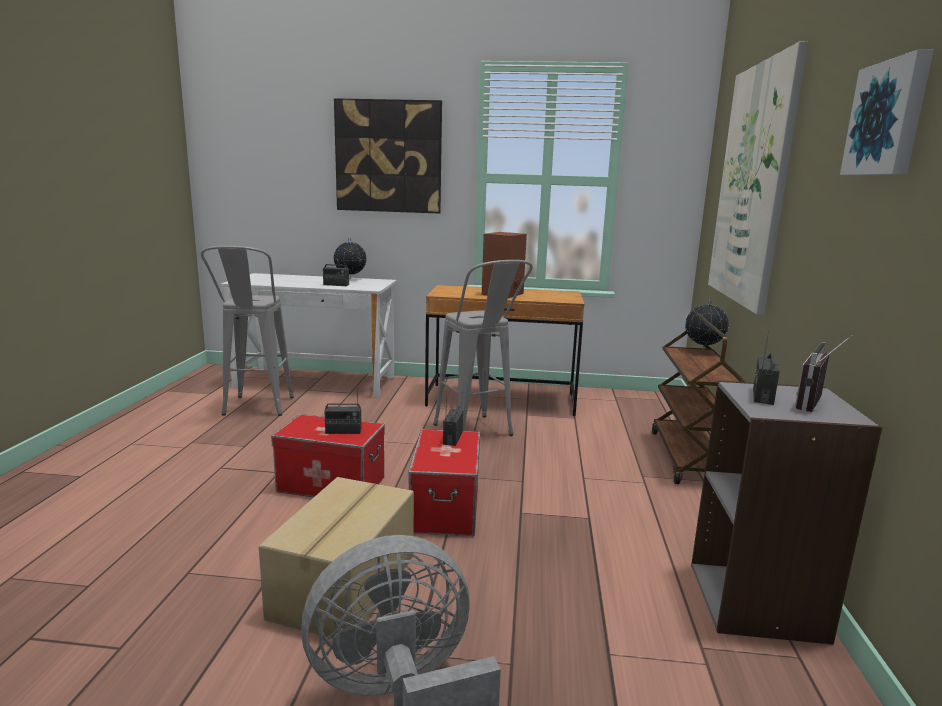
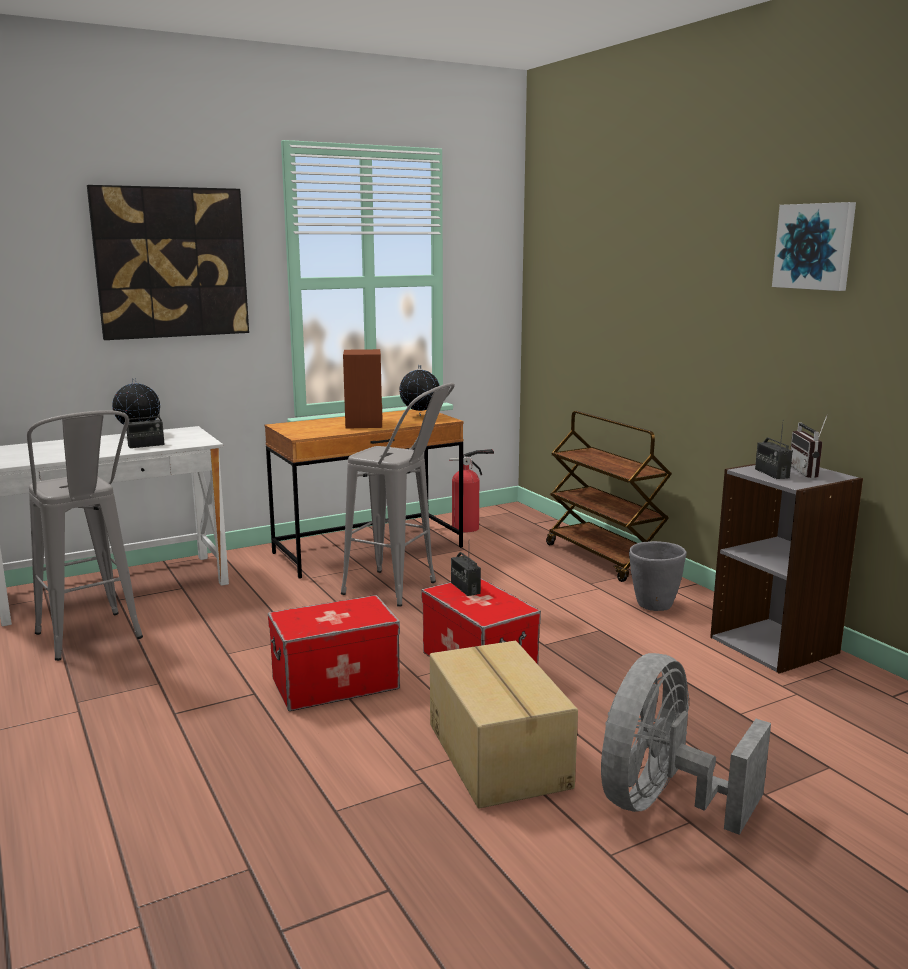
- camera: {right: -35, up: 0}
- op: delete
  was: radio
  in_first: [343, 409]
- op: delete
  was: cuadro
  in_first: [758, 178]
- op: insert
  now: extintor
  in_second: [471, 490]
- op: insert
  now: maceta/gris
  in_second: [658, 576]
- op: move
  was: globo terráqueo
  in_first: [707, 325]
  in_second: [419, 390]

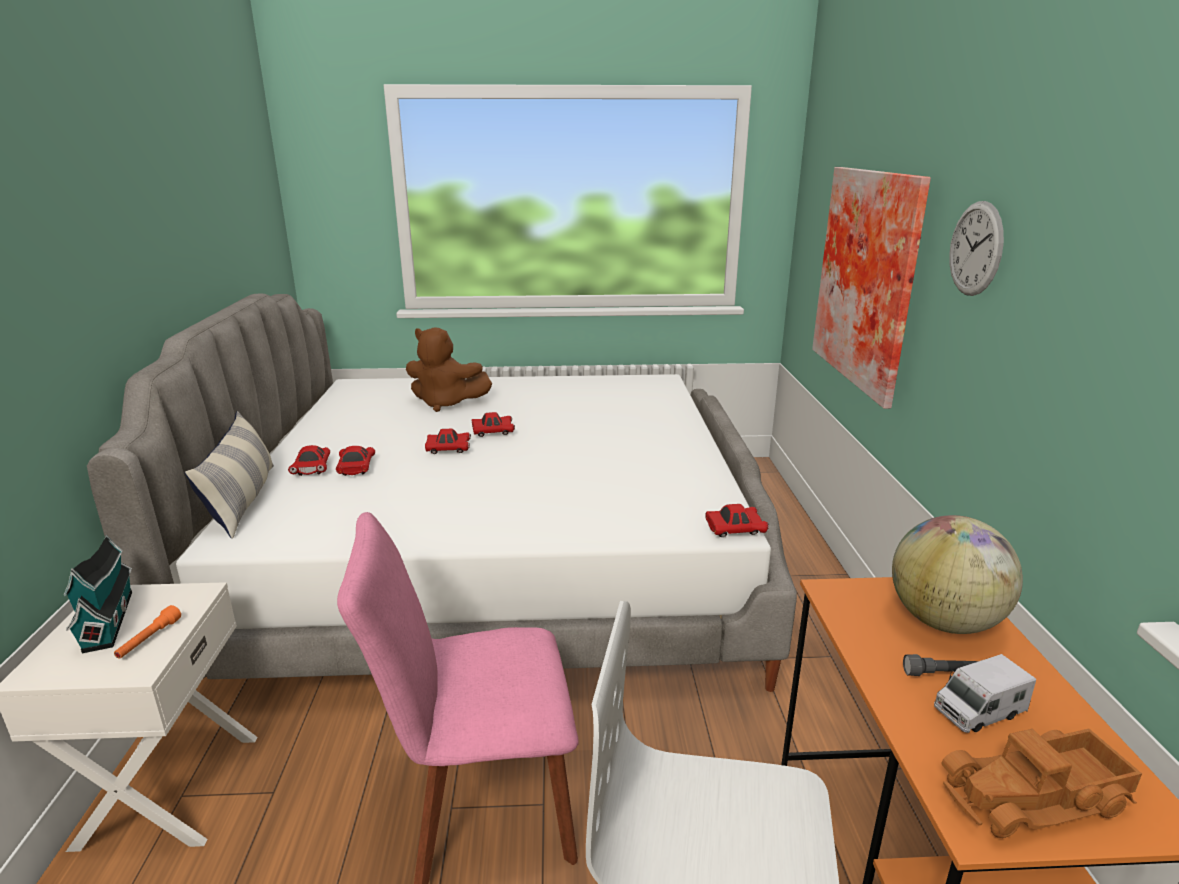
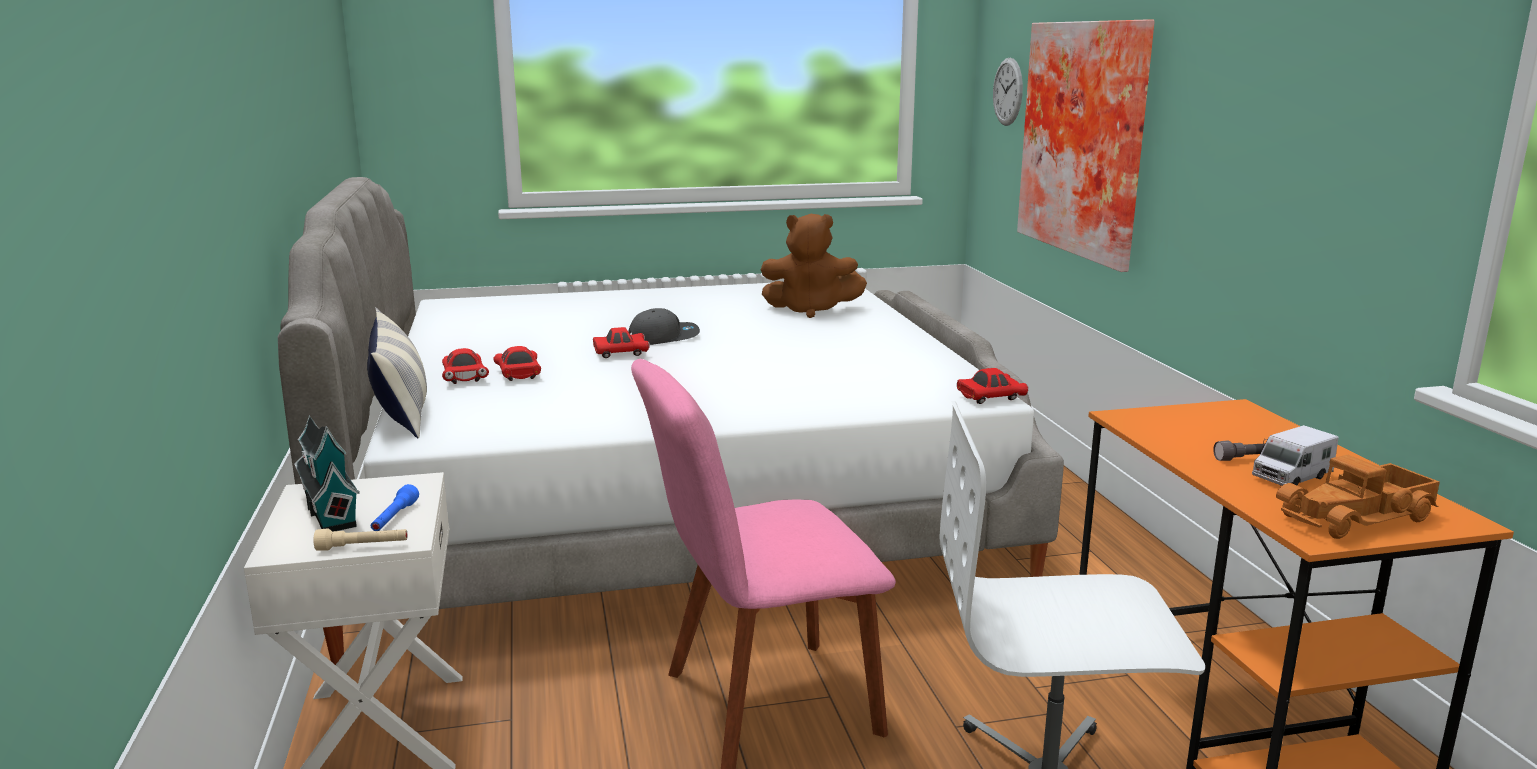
- camera: {right: -10, up: -5}
- op: delete
  was: globo terráqueo
  in_first: [957, 574]
- op: insert
  now: linterna/beis
  in_second: [360, 539]
- op: move
  was: peluche/marrón
  in_first: [449, 369]
  in_second: [814, 266]
- op: move
  was: reloj de pared
  in_first: [976, 248]
  in_second: [1008, 92]
- op: replace
  was: coche de juguete/rojo
  now: gorra/gris
  in_first: [493, 424]
  in_second: [664, 326]
- op: recolor
  was: linterna/naranja
  now: linterna/azul
  in_first: [147, 631]
  in_second: [395, 507]

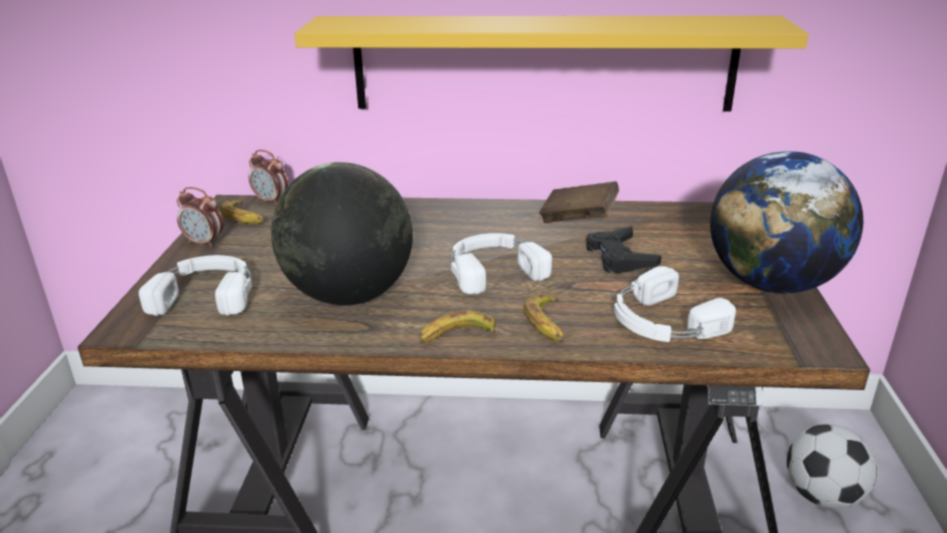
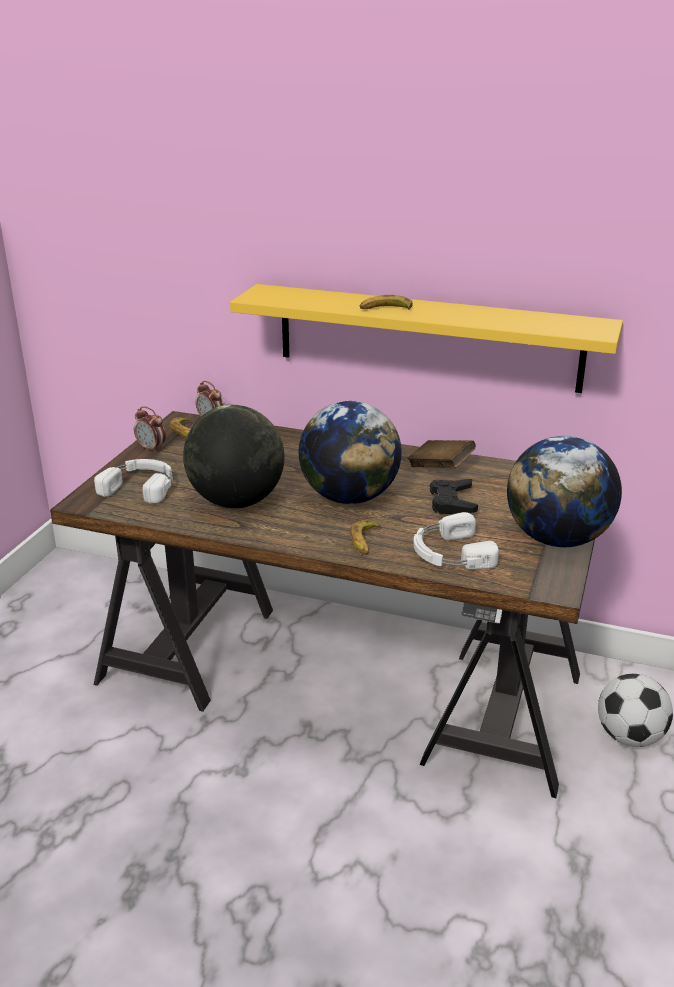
- camera: {right: 15, up: 0}
- op: move
  was: plátano
  in_first: [457, 326]
  in_second: [386, 302]
- op: replace
  was: auriculares/blanco
  now: globo terráqueo
  in_first: [501, 263]
  in_second: [350, 452]

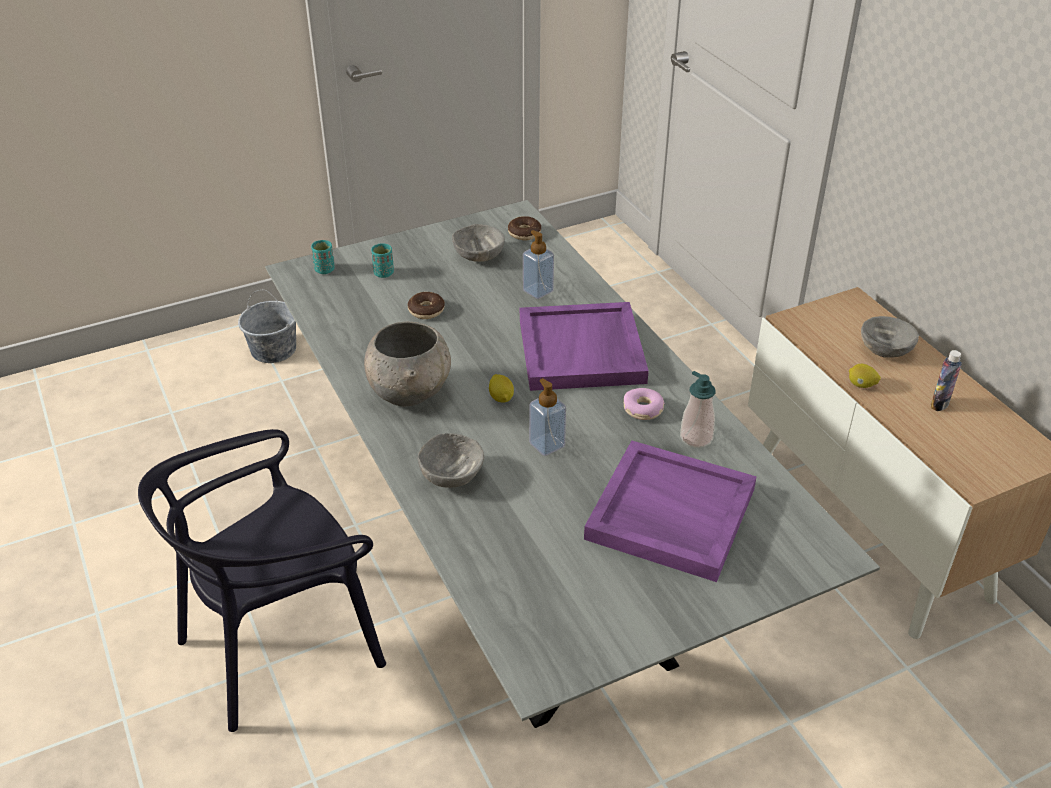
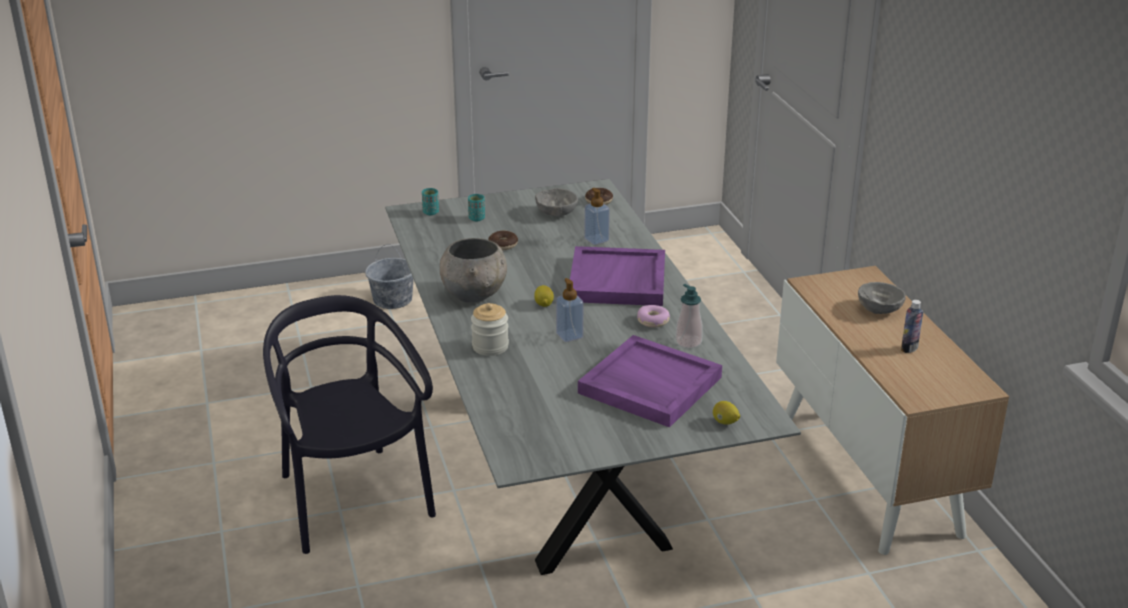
- camera: {right: 10, up: -10}
- op: move
  was: limón
  in_first: [865, 376]
  in_second: [726, 413]
- op: replace
  was: cuenco/gris
  now: tarro
  in_first: [451, 460]
  in_second: [490, 329]
- op: rotate
  was: silla/negro
  in_first: [262, 580]
  in_second: [349, 424]
  clockwise: 90

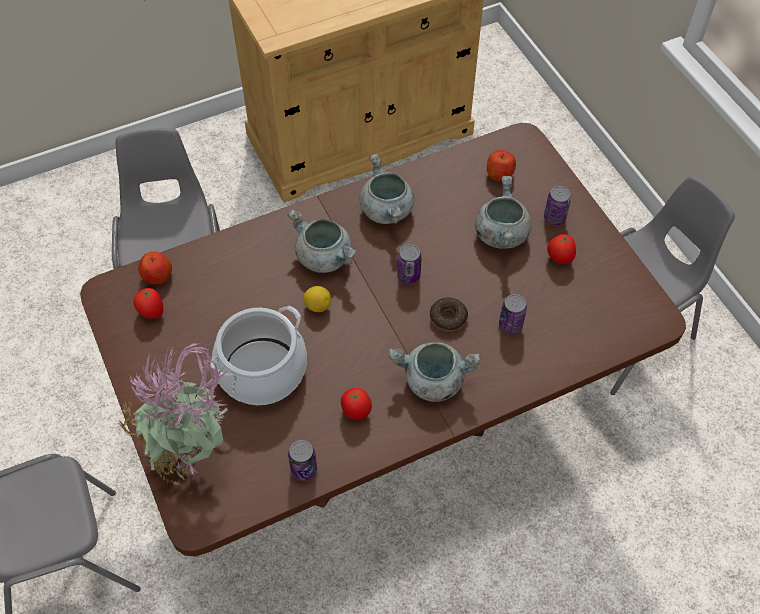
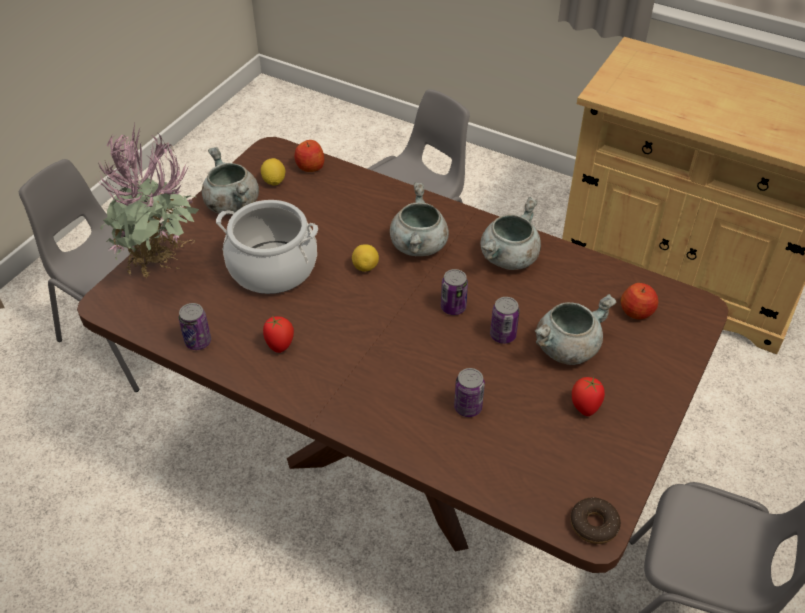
- camera: {right: 55, up: -10}
- op: move
  was: olla/gris
  in_first: [434, 372]
  in_second: [230, 181]
- op: move
  was: rosquilla
  in_first: [449, 314]
  in_second: [595, 520]
- op: move
  was: lata
  in_first: [557, 205]
  in_second: [505, 320]
- op: replace
  was: tomate
  now: limón
  in_first: [148, 303]
  in_second: [273, 172]

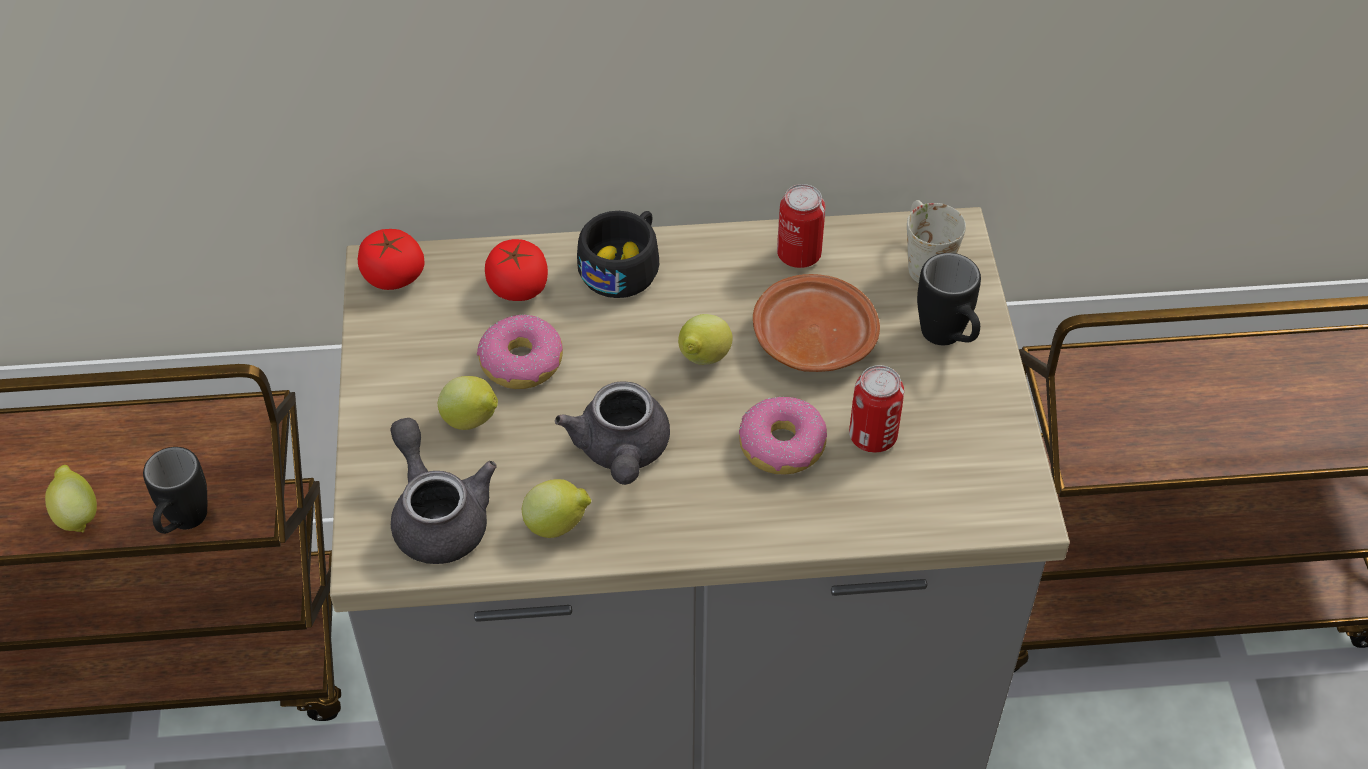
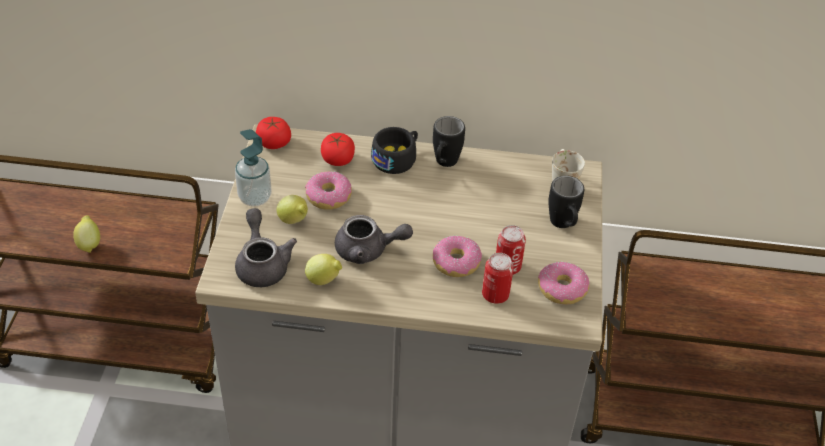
- camera: {right: 10, up: -5}
- op: delete
  was: limón
  in_first: [705, 339]
- op: delete
  was: plato/marrón
  in_first: [816, 323]
- op: insert
  now: dispensador de jabón
  in_second: [253, 168]
- op: insert
  now: rosquilla
  in_second: [563, 283]
- op: move
  was: taza grande/negro
  in_first: [175, 490]
  in_second: [449, 141]
- op: move
  was: lata
  in_first: [801, 226]
  in_second: [498, 278]
- op: rotate
  was: tetera/gris
  in_first: [612, 433]
  in_second: [374, 239]
  clockwise: -90

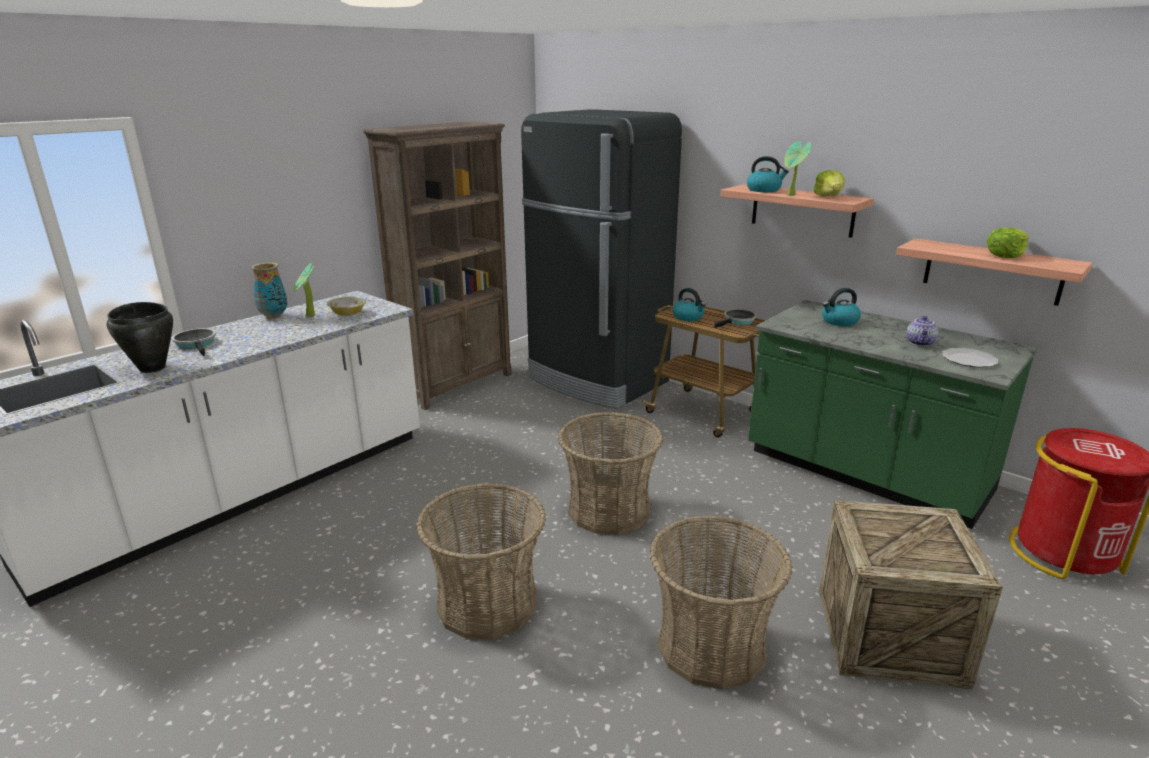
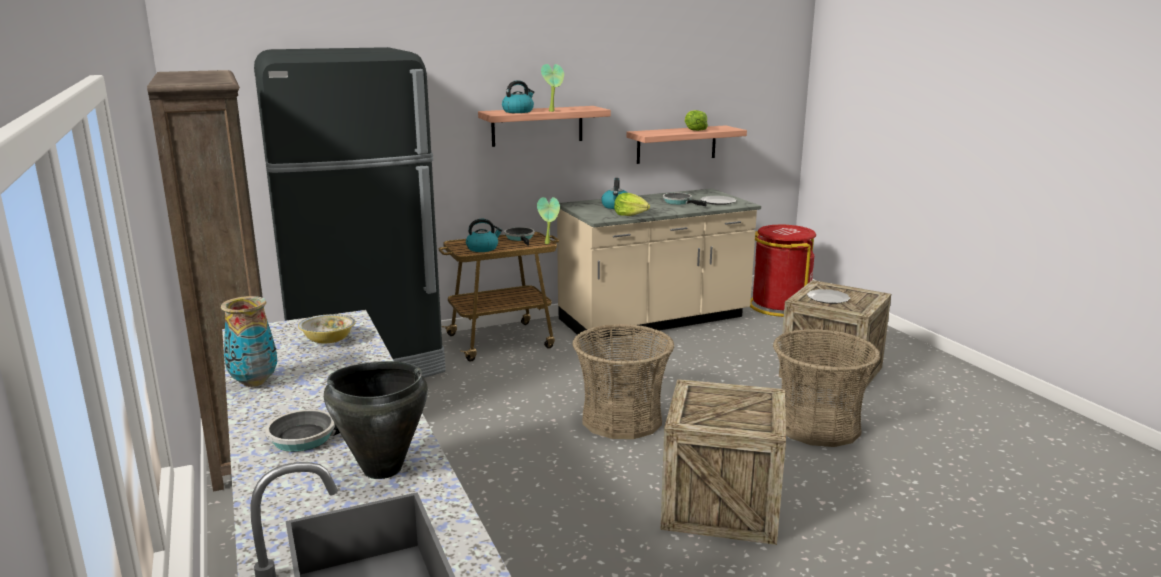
- camera: {right: -65, up: -5}
- op: insert
  now: plato
  in_second: [828, 296]
- op: move
  was: planta en maceta
  in_first: [304, 290]
  in_second: [548, 220]
- op: move
  was: lechuga
  in_first: [829, 183]
  in_second: [632, 204]
- op: replace
  was: cesta
  now: caja de embalaje
  in_first: [481, 561]
  in_second: [723, 462]
- op: replace
  was: tetera
  now: sartén
  in_first: [922, 331]
  in_second: [685, 199]
- op: recolor
  was: mueble bajo de cocina/verde
  now: mueble bajo de cocina/beis
  in_first: [893, 414]
  in_second: [659, 265]

